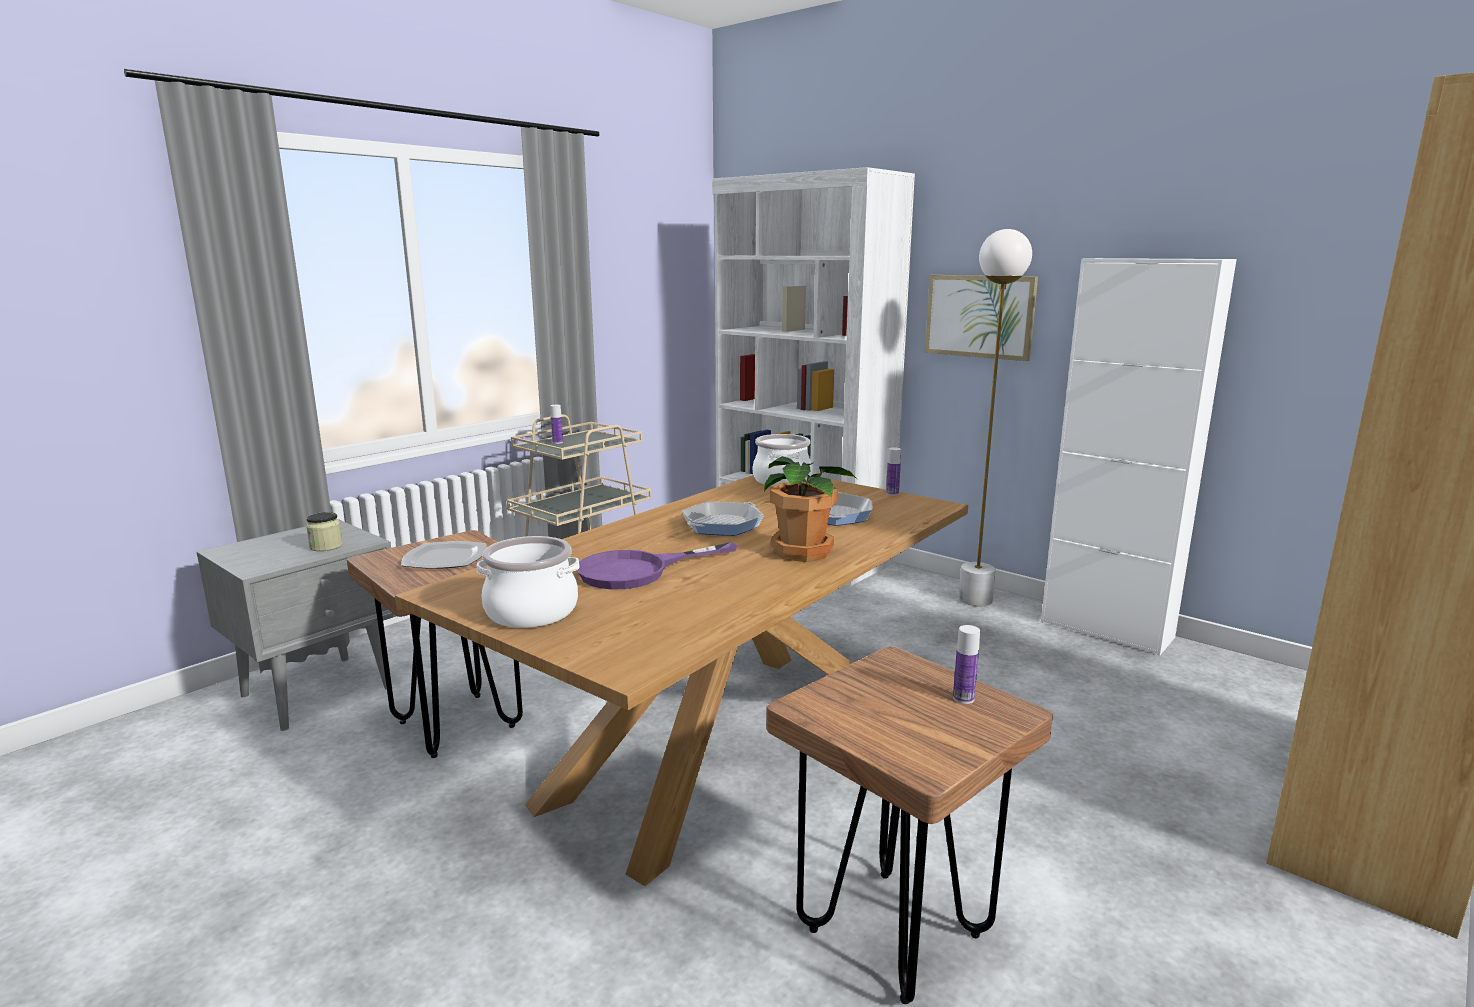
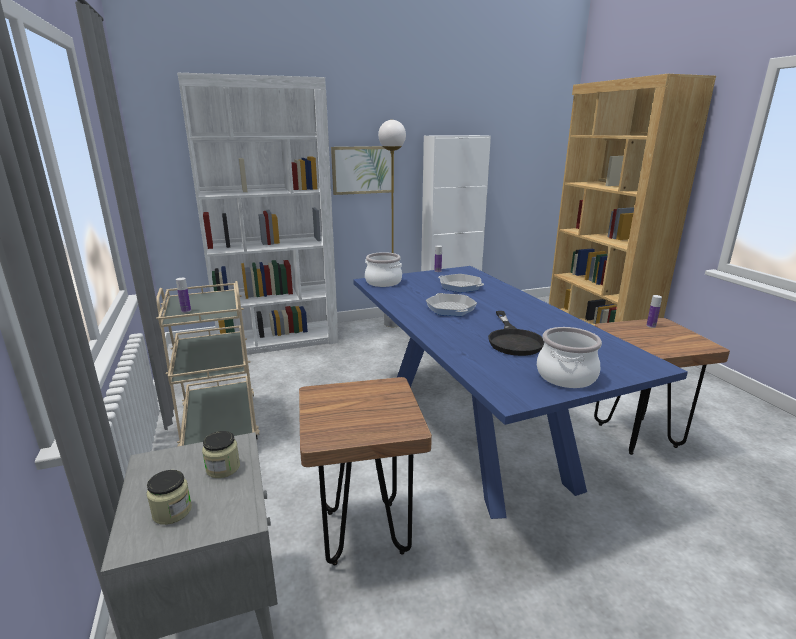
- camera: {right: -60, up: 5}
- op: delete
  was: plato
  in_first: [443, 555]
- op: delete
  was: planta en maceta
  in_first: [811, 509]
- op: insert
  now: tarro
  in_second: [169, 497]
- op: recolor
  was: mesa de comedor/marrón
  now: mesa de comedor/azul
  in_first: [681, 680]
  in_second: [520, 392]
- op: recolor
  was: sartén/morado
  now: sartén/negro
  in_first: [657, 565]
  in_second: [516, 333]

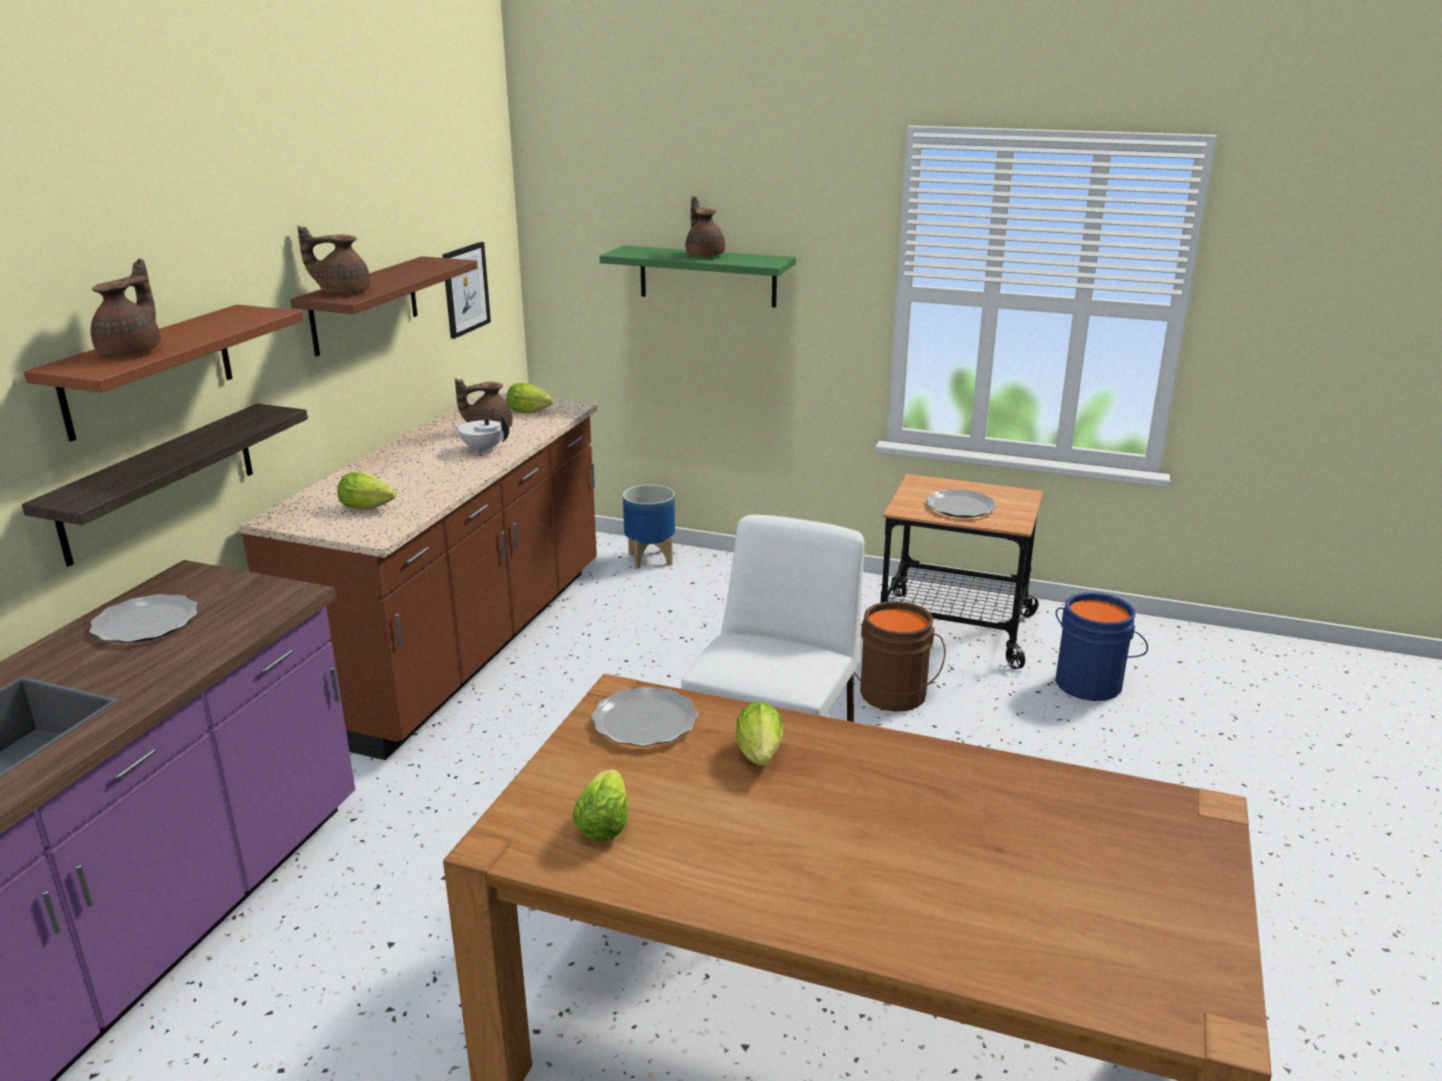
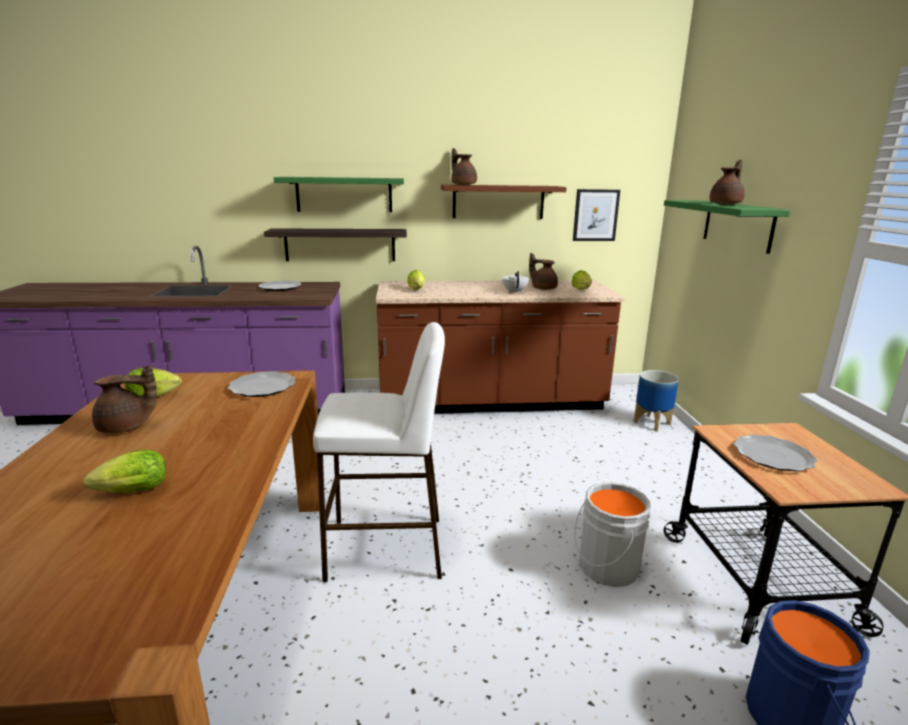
- camera: {right: 65, up: -5}
- op: move
  was: tetera/marrón
  in_first: [126, 307]
  in_second: [124, 398]
- op: move
  was: lechuga
  in_first: [760, 733]
  in_second: [125, 471]
- op: recolor
  was: estante/marrón
  now: estante/verde
  in_first: [163, 373]
  in_second: [339, 194]
- op: recolor
  was: cubo/marrón
  now: cubo/gris
  in_first: [899, 656]
  in_second: [612, 534]

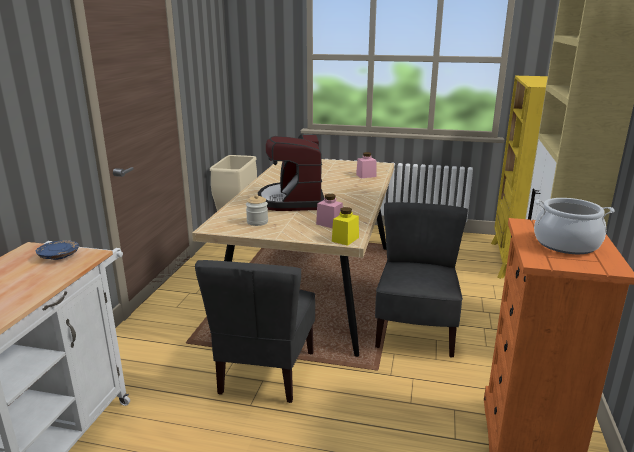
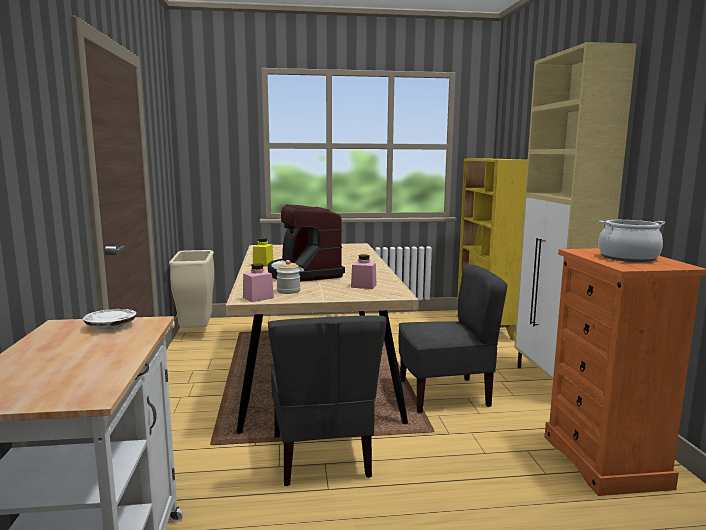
- camera: {right: -20, up: -10}
- op: move
  was: tarro/amarillo
  in_first: [345, 226]
  in_second: [263, 252]
- op: move
  was: tarro/rosa
  in_first: [366, 165]
  in_second: [258, 282]
- op: recolor
  was: plato/azul
  now: plato/blanco
  in_first: [57, 250]
  in_second: [109, 319]
- op: rotate
  was: silla/gris
  in_first: [421, 280]
  in_second: [453, 338]
  clockwise: 90

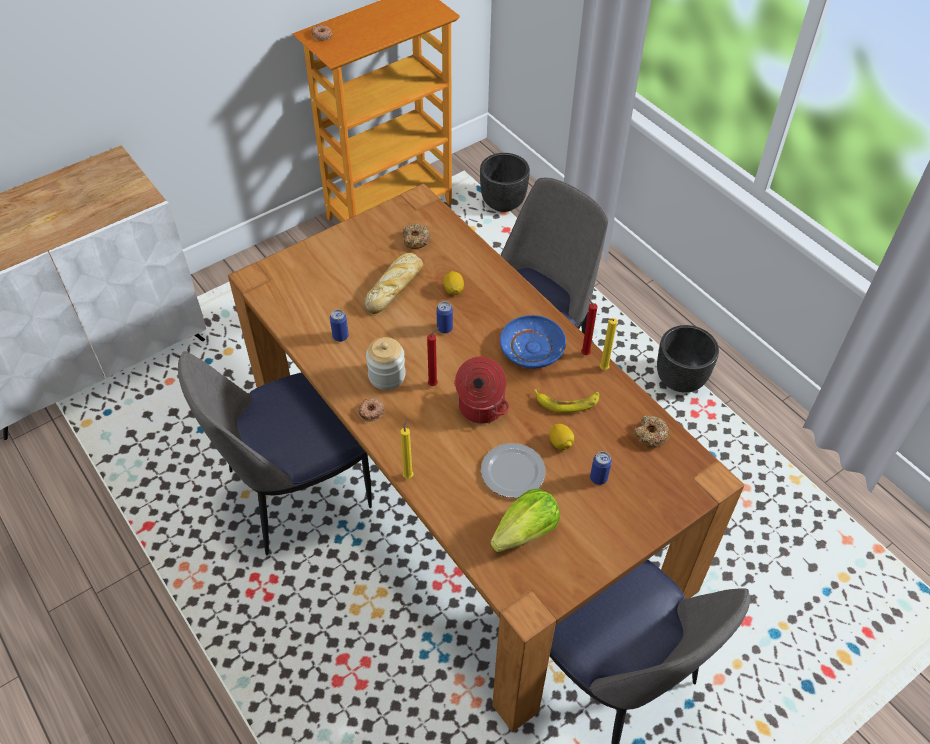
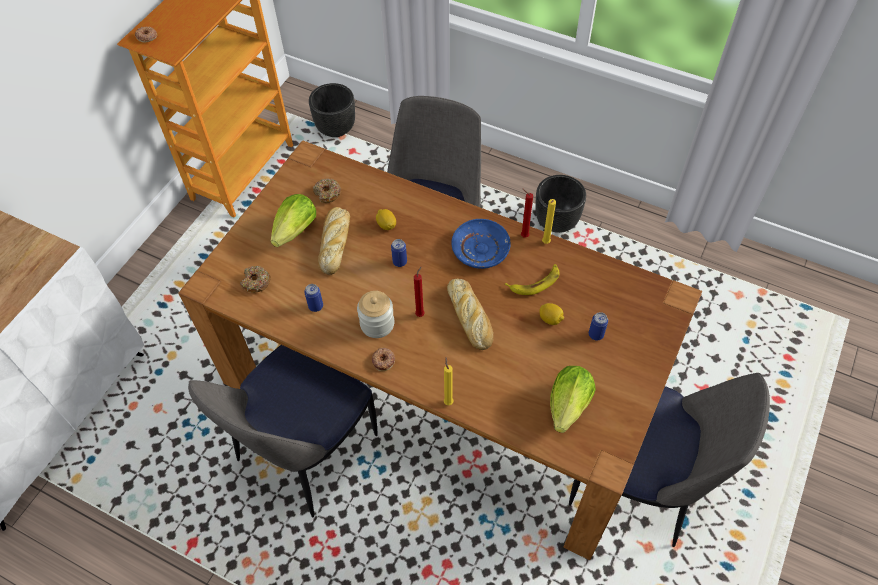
- camera: {right: -25, up: 5}
- op: delete
  was: plato
  in_first: [513, 470]
- op: insert
  now: lechuga
  in_second: [293, 220]
- op: move
  was: rosquilla
  in_first: [651, 431]
  in_second: [255, 279]
- op: replace
  was: olla
  now: pan
  in_first: [482, 390]
  in_second: [470, 314]

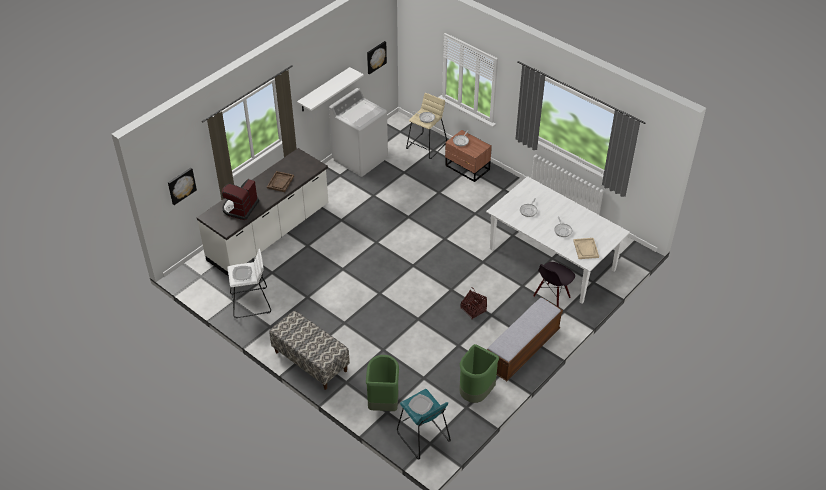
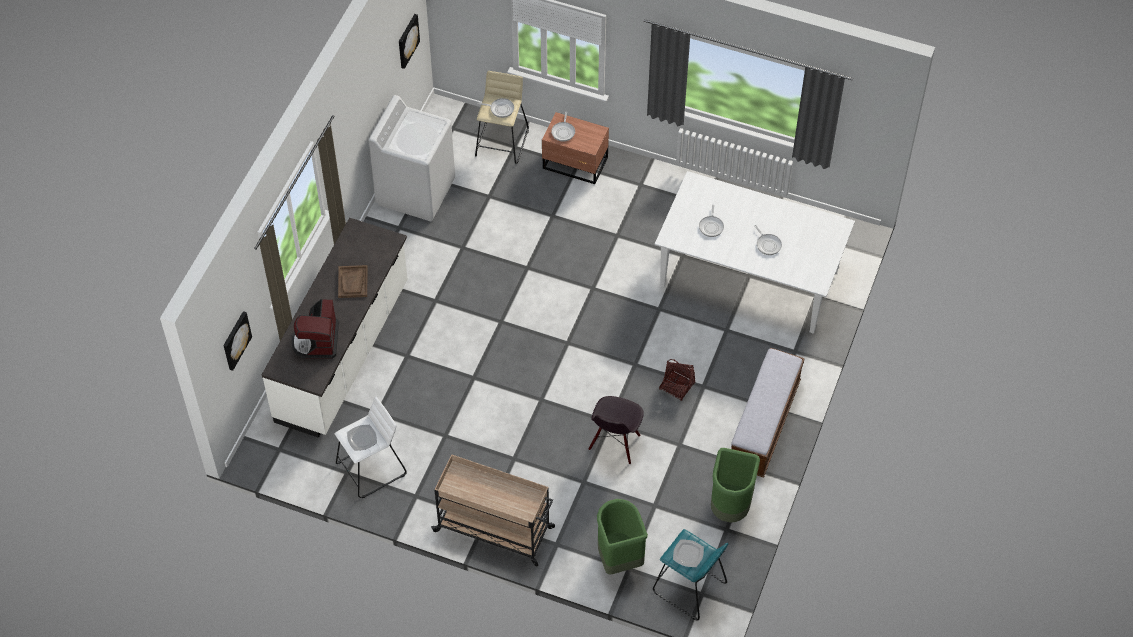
- camera: {right: -20, up: 10}
- op: delete
  was: estante/blanco
  in_first: [330, 89]
- op: delete
  was: bandeja/beis
  in_first: [586, 248]
- op: move
  was: silla/negro
  in_first: [554, 284]
  in_second: [616, 430]
- op: replace
  was: banco
  now: carrito/beis
  in_first: [309, 350]
  in_second: [493, 510]

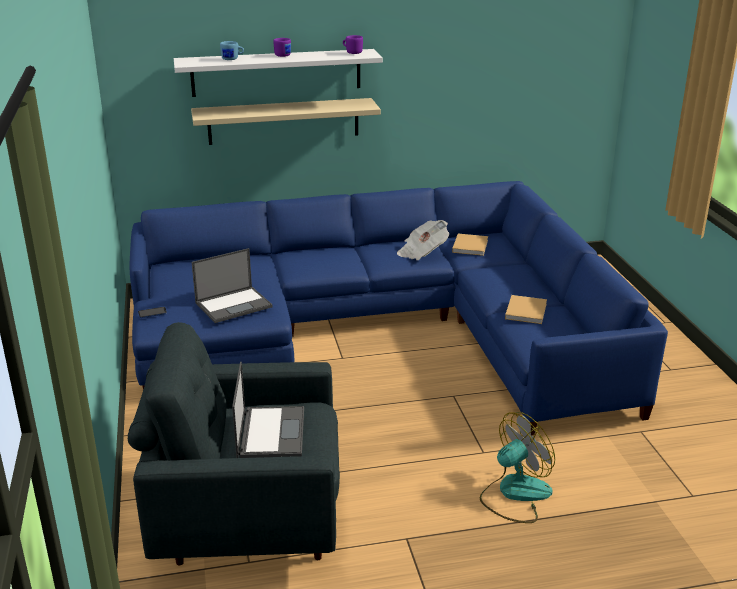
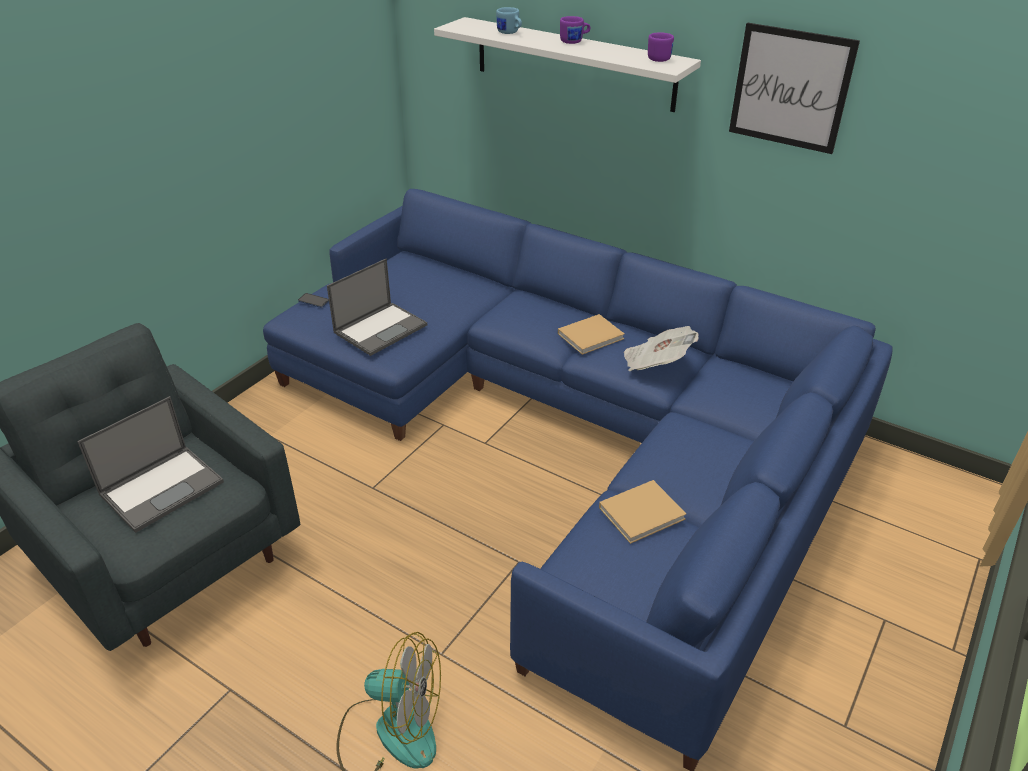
- camera: {right: 45, up: 10}
- op: delete
  was: estante/beis
  in_first: [286, 121]
- op: insert
  now: cuadro
  in_second: [794, 88]
- op: move
  was: libro/beis
  in_first: [470, 245]
  in_second: [591, 334]
- op: rotate
  was: portátil
  in_first: [232, 285]
  in_second: [377, 307]
  clockwise: -60

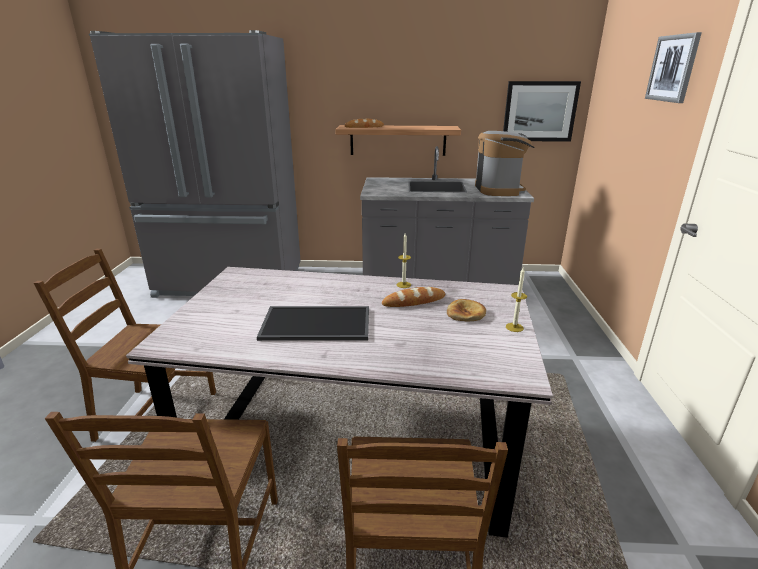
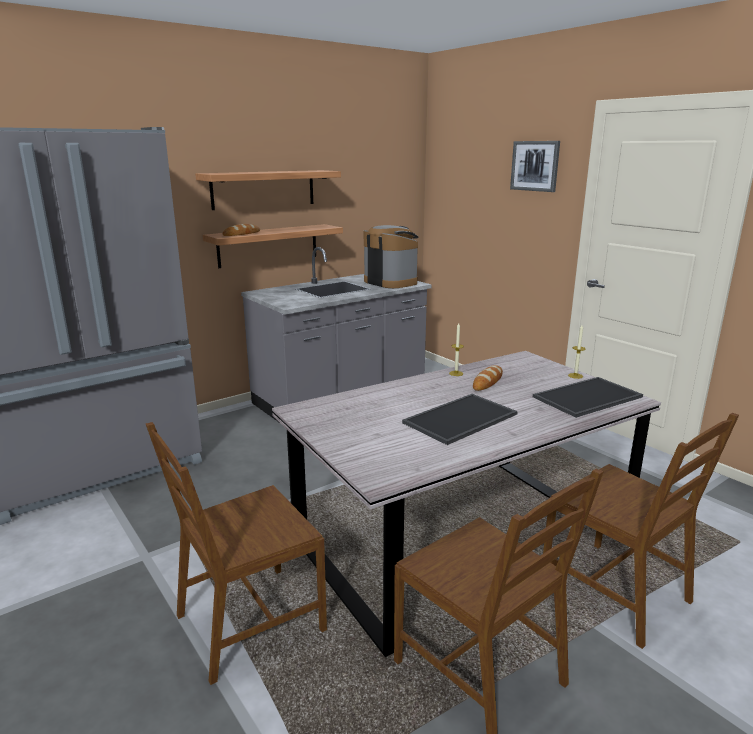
- camera: {right: -40, up: -5}
- op: delete
  was: pan
  in_first: [466, 310]
- op: delete
  was: cuadro
  in_first: [542, 111]
- op: insert
  now: estante
  in_second: [268, 190]
- op: insert
  now: bandeja
  in_second: [588, 397]

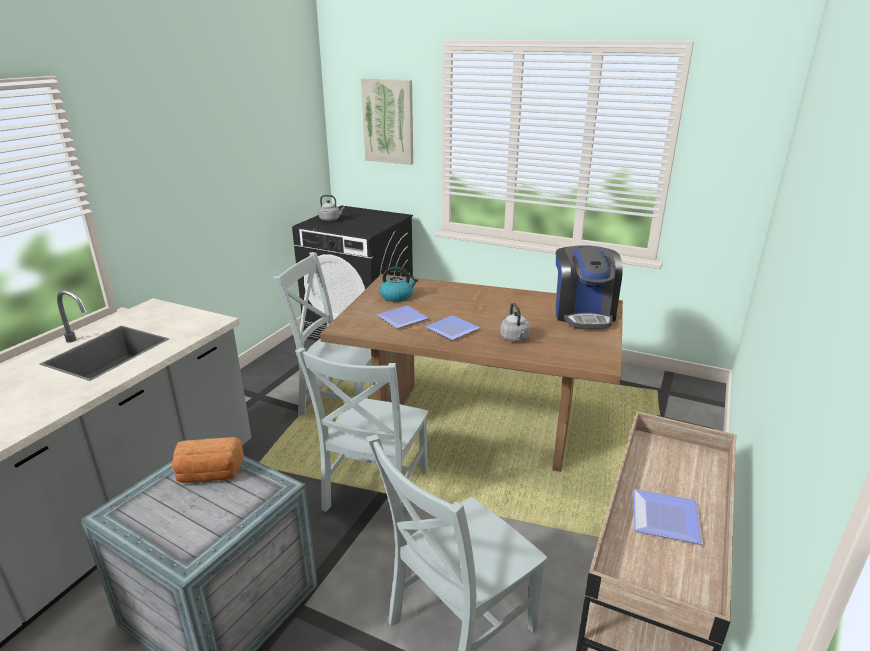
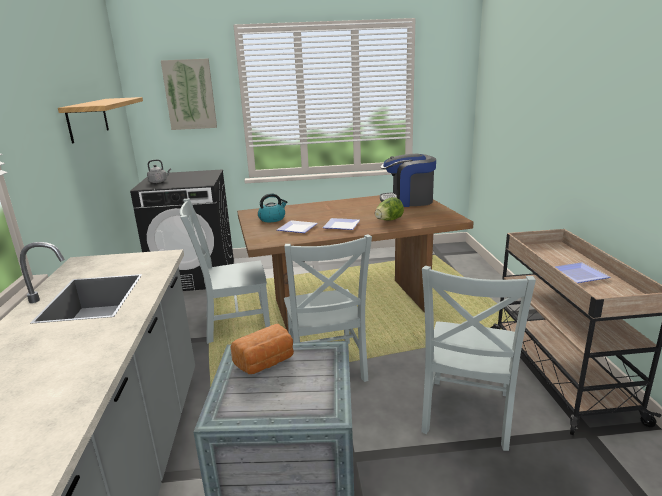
- camera: {right: -30, up: -5}
- op: insert
  now: estante
  in_second: [100, 120]
- op: replace
  was: hervidor/gris
  now: lechuga
  in_first: [515, 322]
  in_second: [389, 208]
- op: rotate
  was: cafetera
  in_first: [589, 287]
  in_second: [408, 180]
  clockwise: 120

